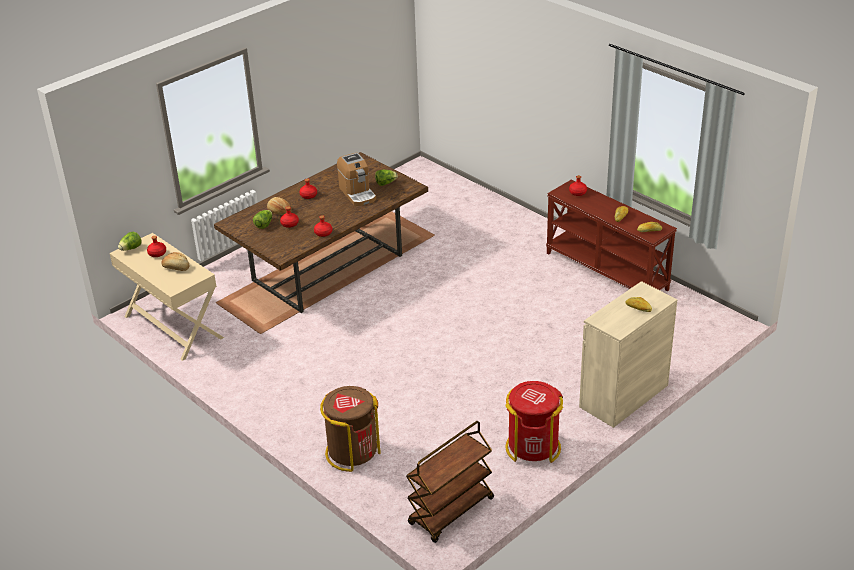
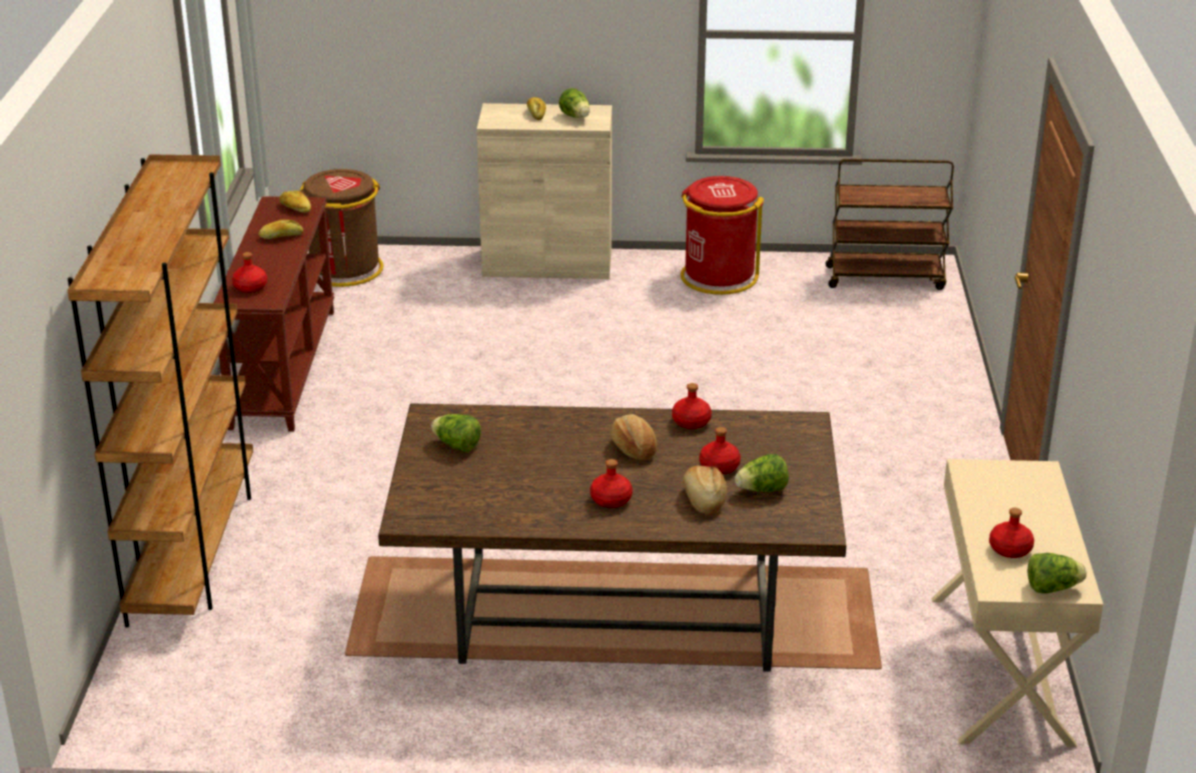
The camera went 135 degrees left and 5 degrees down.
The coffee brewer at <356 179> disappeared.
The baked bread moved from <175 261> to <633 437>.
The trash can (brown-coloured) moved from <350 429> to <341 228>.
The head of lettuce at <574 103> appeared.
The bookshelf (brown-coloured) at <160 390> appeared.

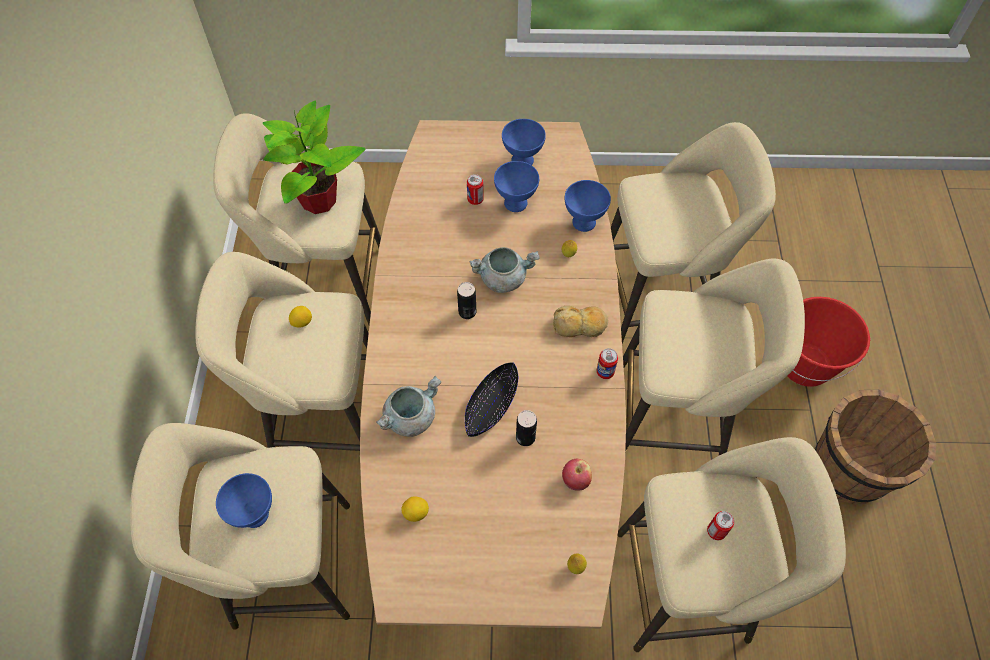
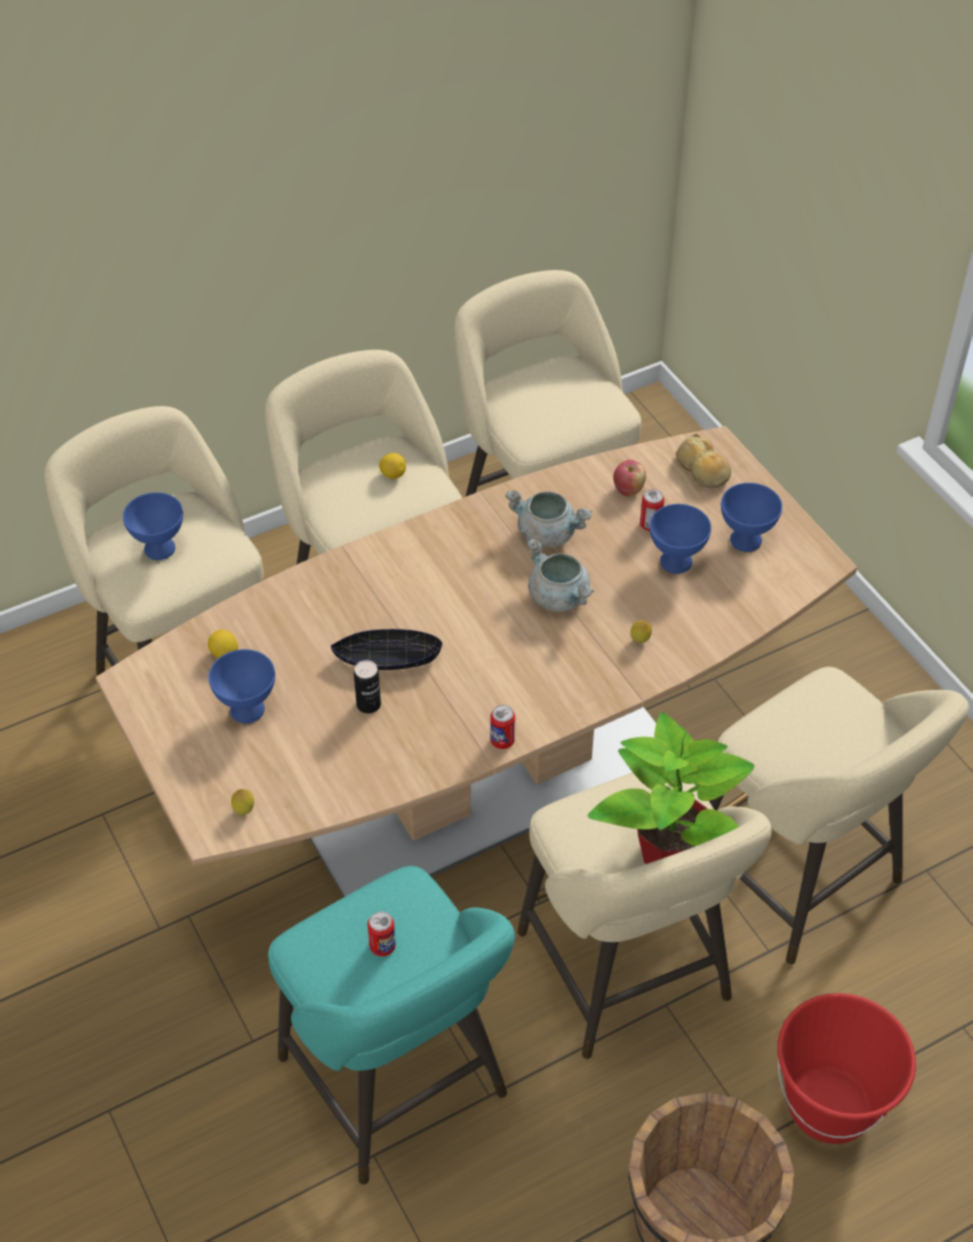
The camera went 60 degrees right and 10 degrees down.
The plant in a pot moved from <314 157> to <671 788>.
The bowl (blue) moved from <587 206> to <241 686>.
The sealed can at <466 300> disappeared.
The baked bread moved from <580 321> to <703 461>.
The stockpot (greyish) moved from <408 406> to <549 519>.
The stool (sand-coloured) at <732 544> became the stool (blue-green) at <391 1025>.
The apple fruit moved from <577 475> to <629 478>.

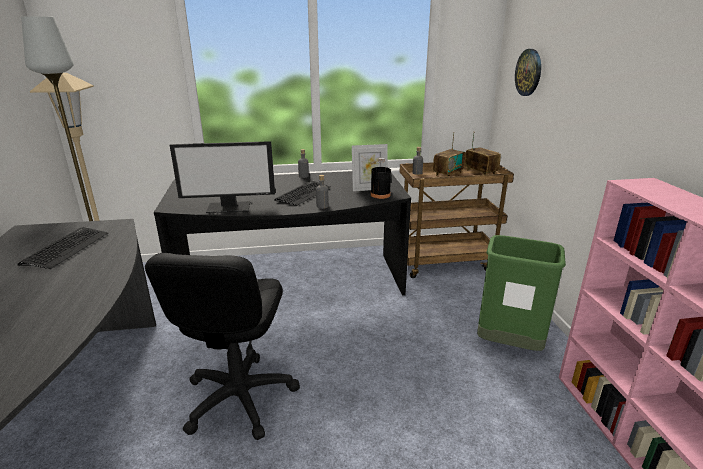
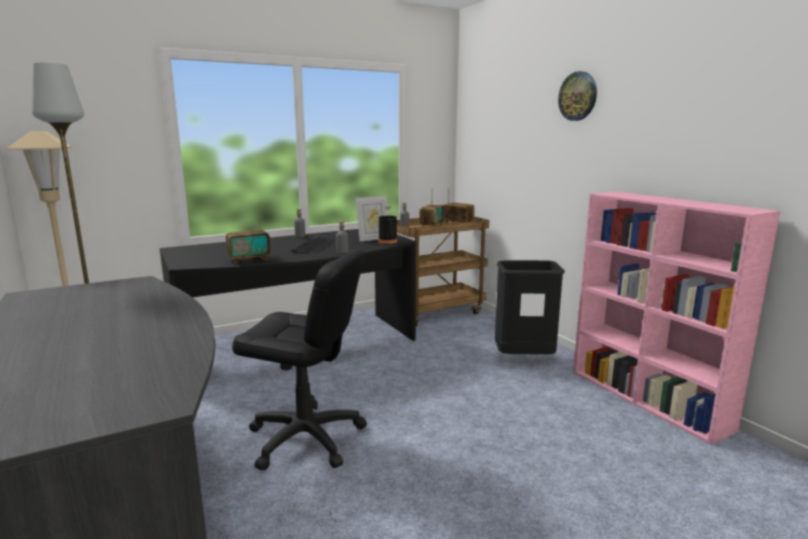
The camera went 20 degrees left and 10 degrees down.
The clock on the wall moved from <528 72> to <577 96>.
The monitor at <222 177> was replaced by the radio at <248 236>.
The PC keyboard at <62 248> disappeared.
The trash can (green-coloured) at <521 293> became the trash can (blackish) at <530 307>.
The computer chair (blackish) at <222 346> turned 60 degrees counterclockwise.

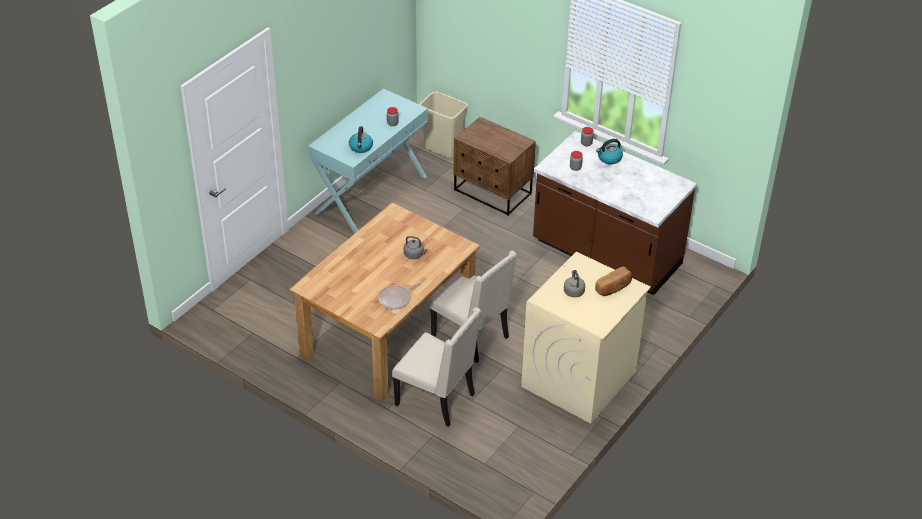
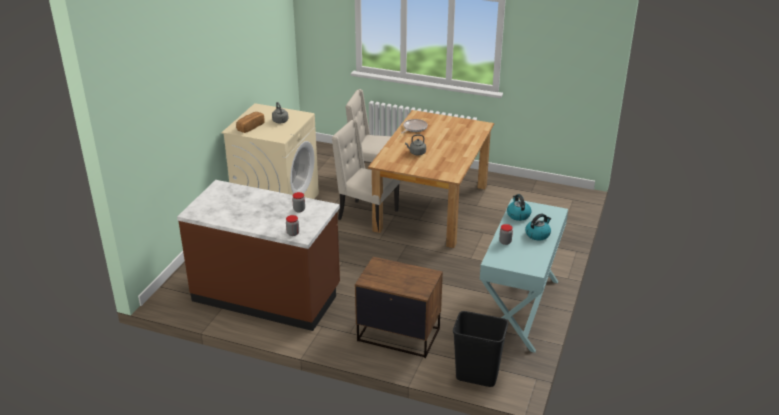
The camera went 165 degrees right and 10 degrees down.
The trash can (sand-coloured) at <444 124> became the trash can (blackish) at <480 349>.
The water kettle moved from <609 152> to <538 226>.

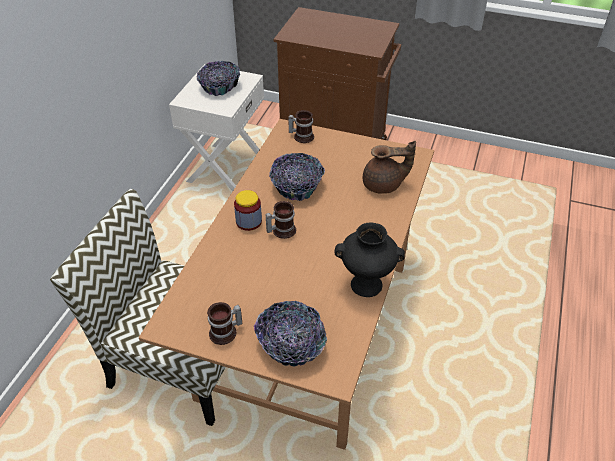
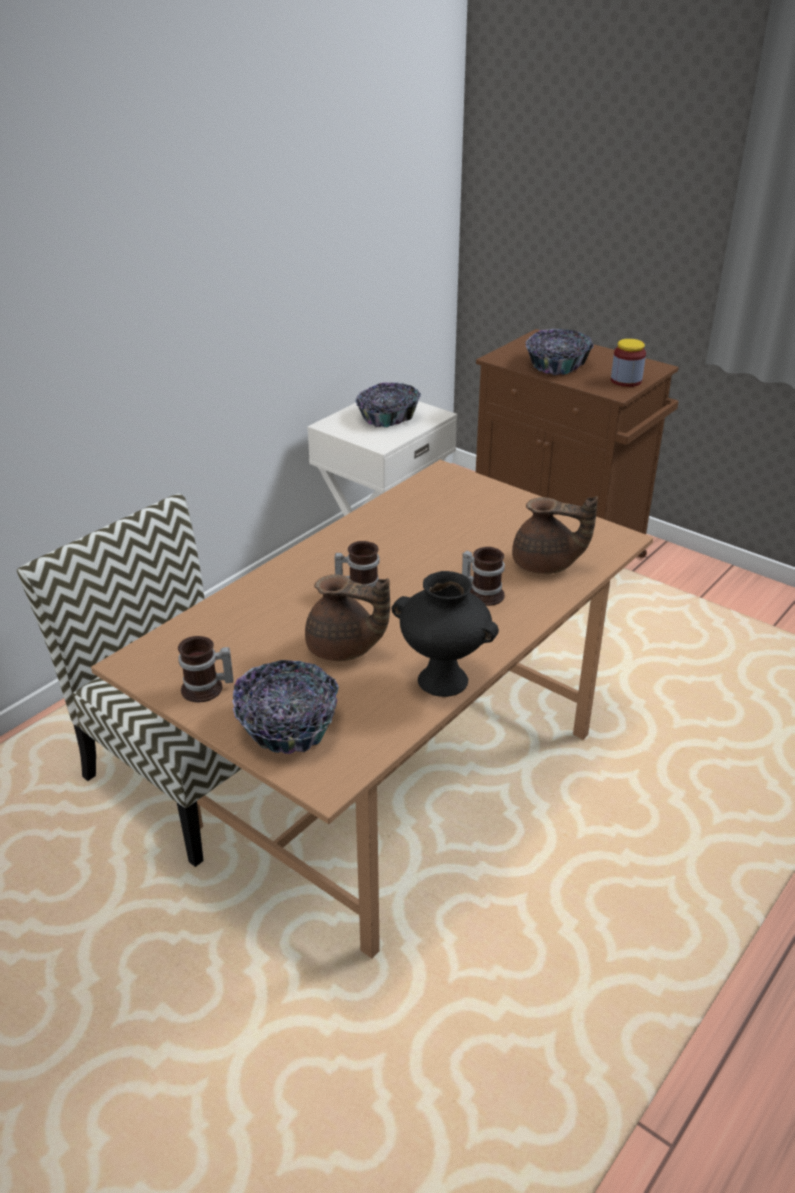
The camera went 20 degrees right and 10 degrees down.
The coffee mug moved from <301 126> to <483 576>.
The bowl moved from <297 177> to <559 352>.
The preserve jar moved from <248 210> to <628 363>.
The tea pot (brown-coloured) at <347 617> appeared.

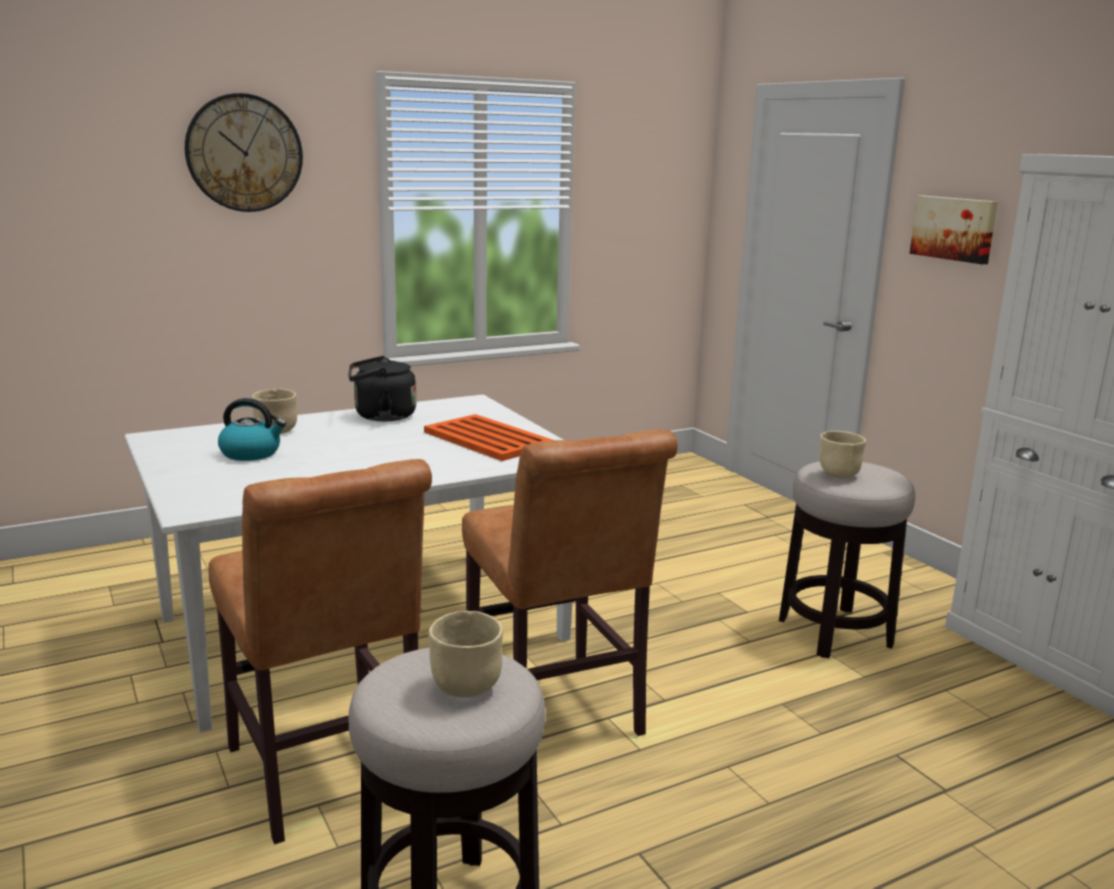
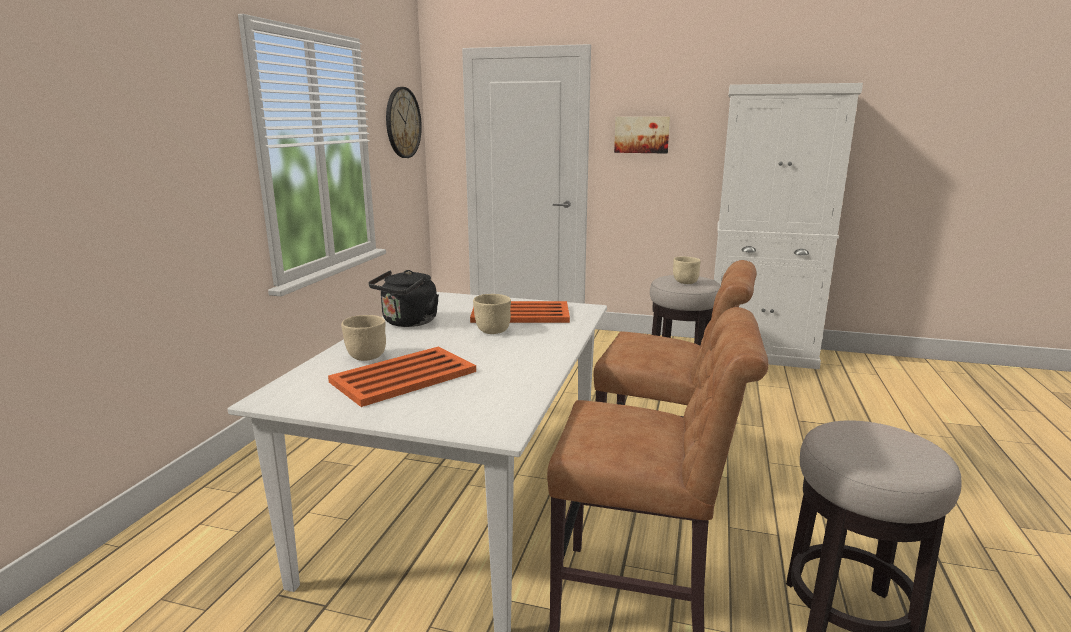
The camera went 45 degrees left and 0 degrees up.
The clock on the wall moved from <244 152> to <404 122>.
The water kettle at <252 429> was replaced by the carrying tray (orangey) at <402 376>.
The bowl (sand-coloured) moved from <466 654> to <492 314>.

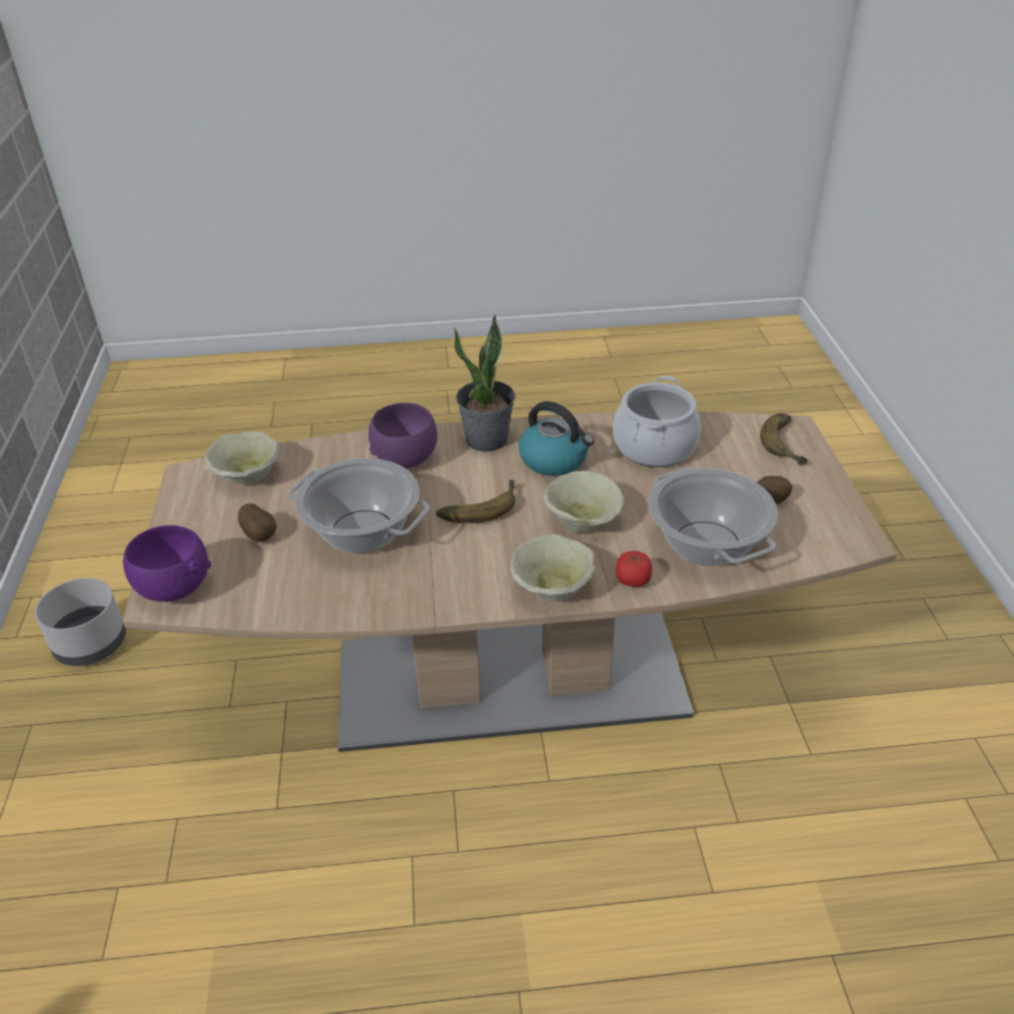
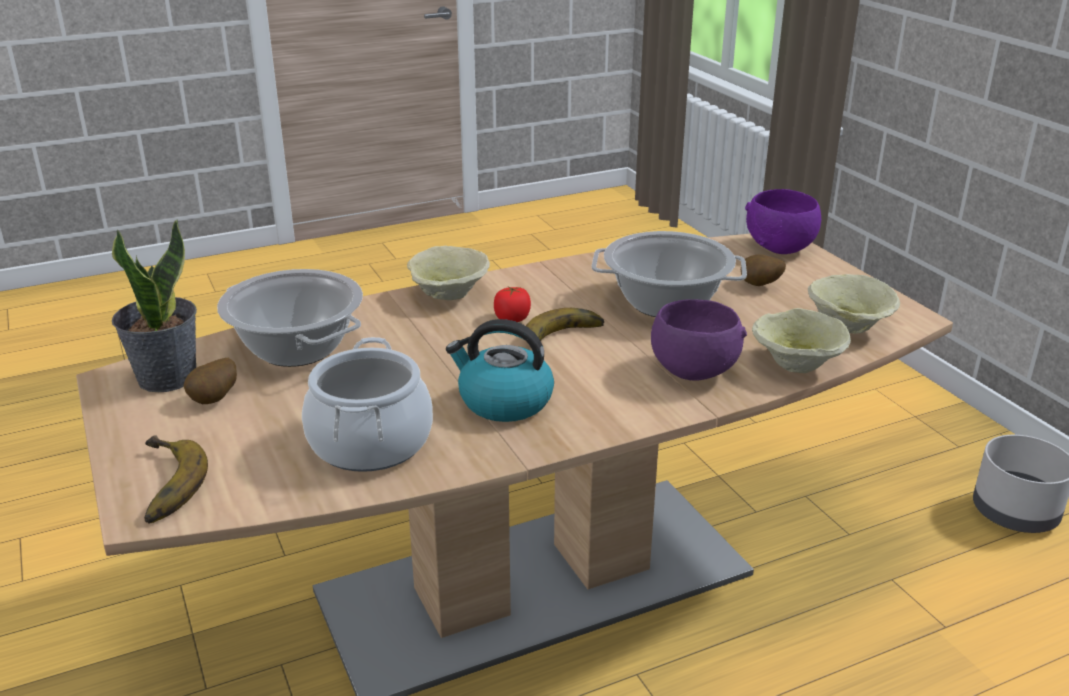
The camera went 160 degrees right and 10 degrees down.
The plant in a pot moved from <484 383> to <154 305>.
The bowl (sand-coloured) moved from <583 502> to <801 340>.
The fresh tomato moved from <634 569> to <512 304>.

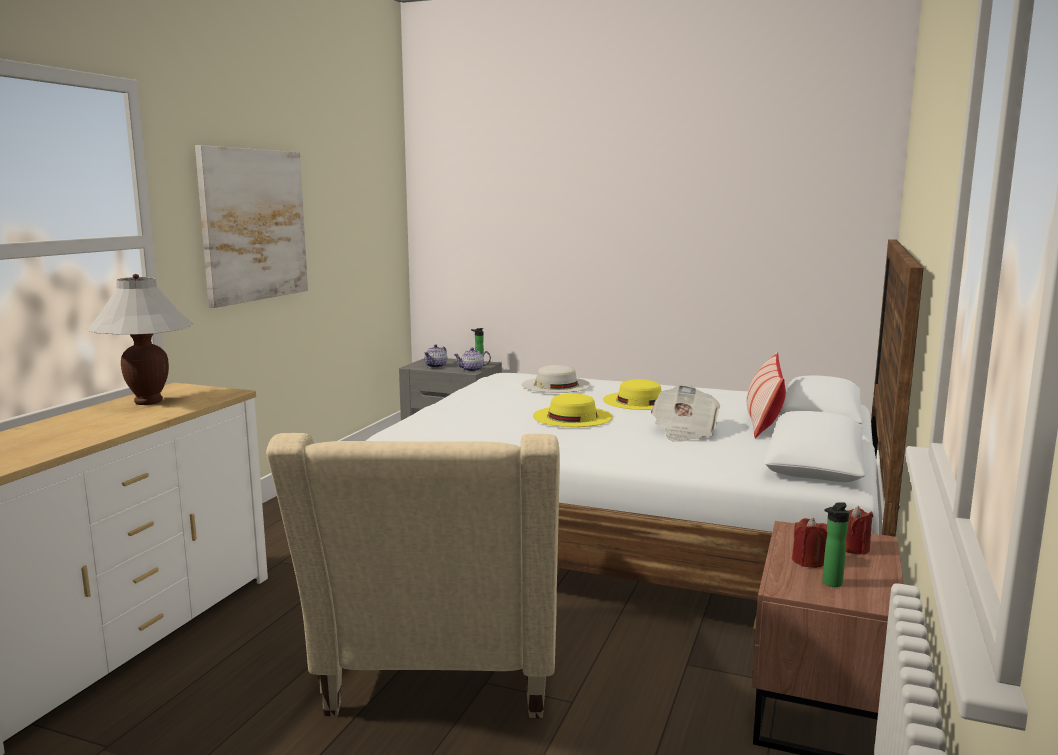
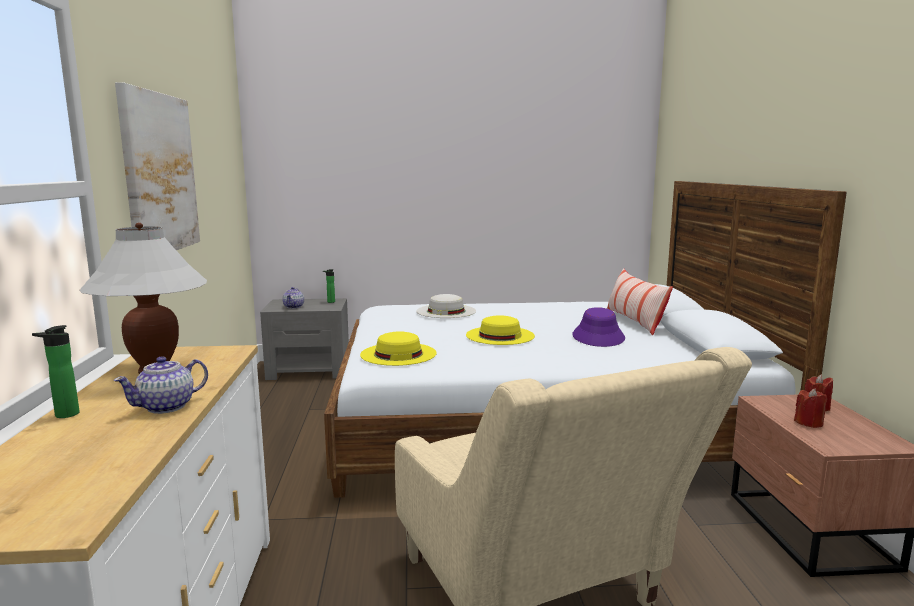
The camera went 25 degrees left and 0 degrees up.
The tea pot moved from <472 360> to <160 385>.
The clothing hat (yellowish) moved from <632 394> to <398 348>.
The newspaper at <685 413> was replaced by the clothing hat (purple-coloured) at <598 327>.
The beverage bottle moved from <835 544> to <55 371>.

